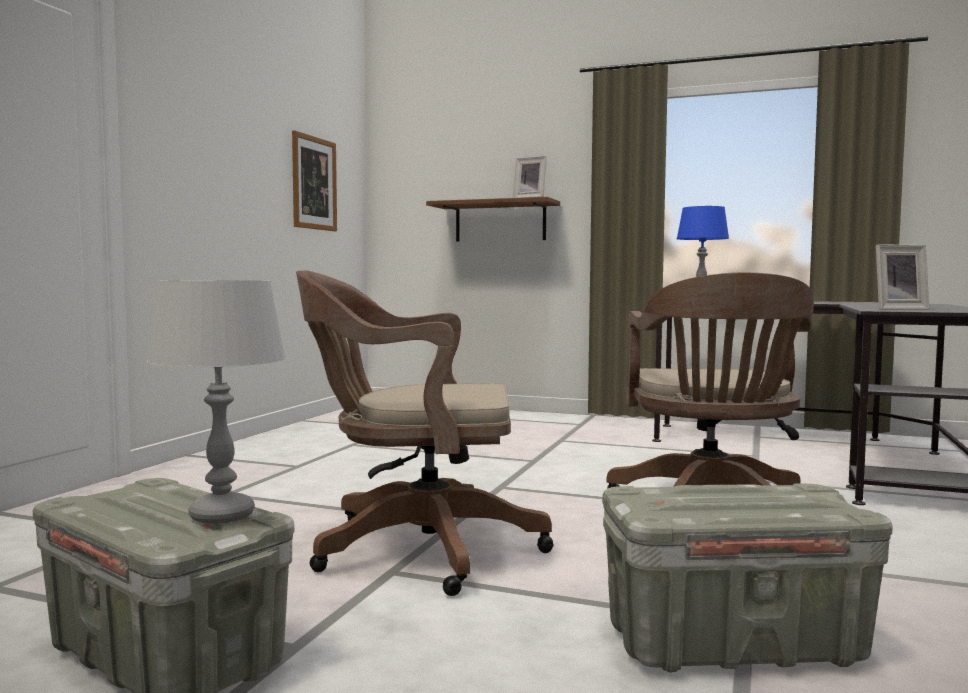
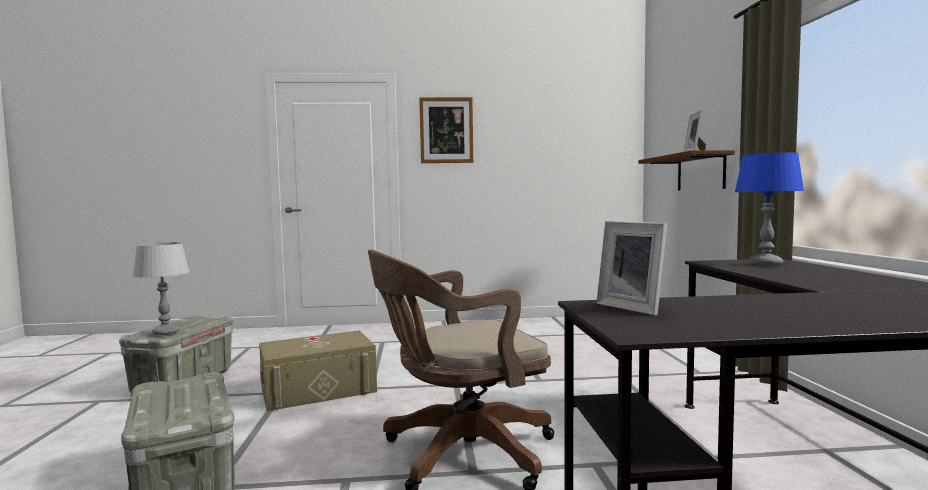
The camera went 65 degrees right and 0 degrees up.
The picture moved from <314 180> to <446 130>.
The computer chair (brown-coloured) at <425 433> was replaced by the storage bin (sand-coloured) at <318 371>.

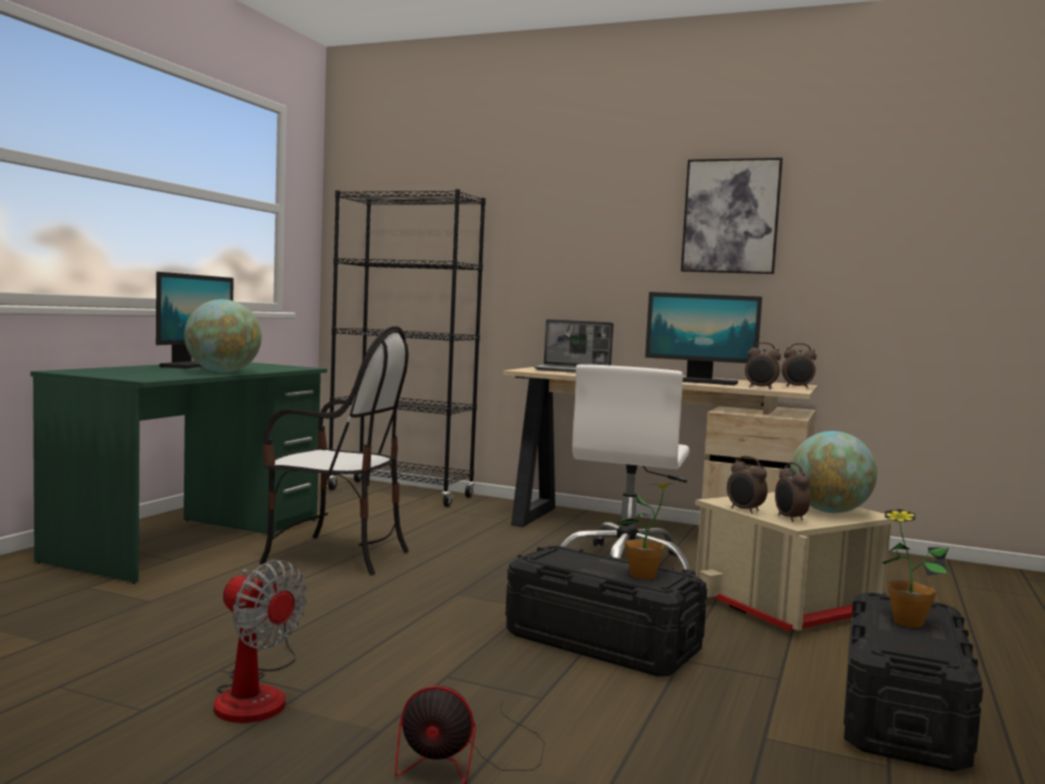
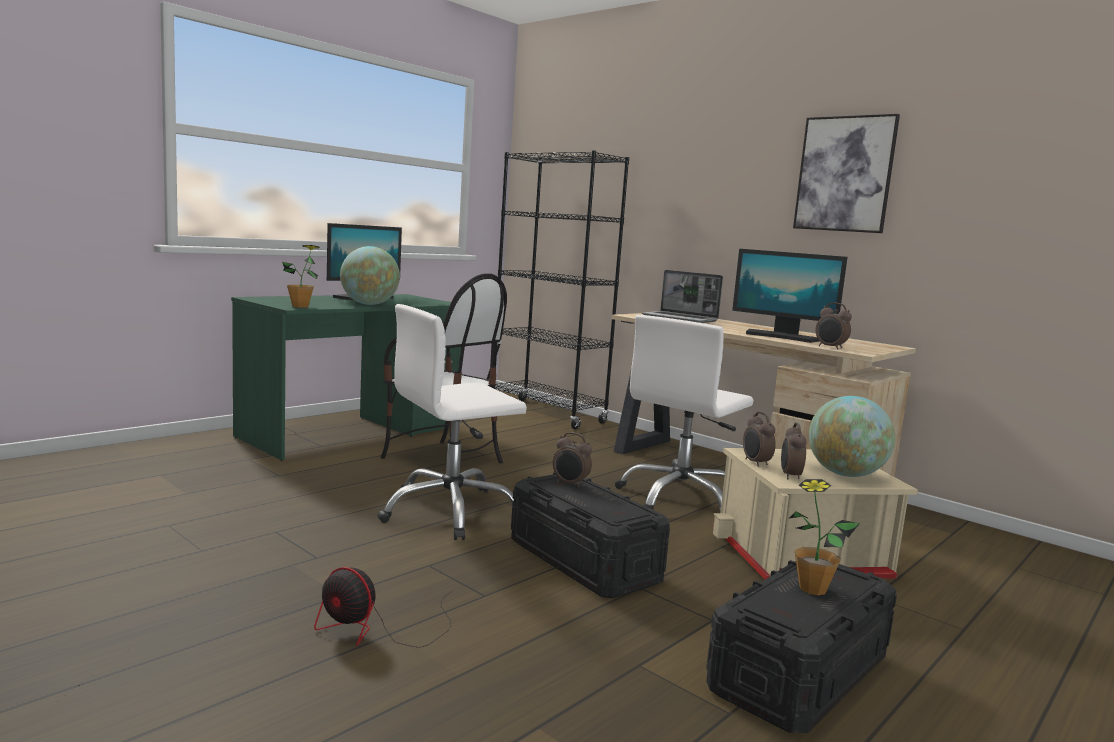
The camera went 20 degrees right and 5 degrees up.
The table clock moved from <799 366> to <572 460>.
The plant in a pot moved from <645 531> to <300 276>.
The fan at <260 641> disappeared.
The computer chair (whitish) at <452 422> appeared.

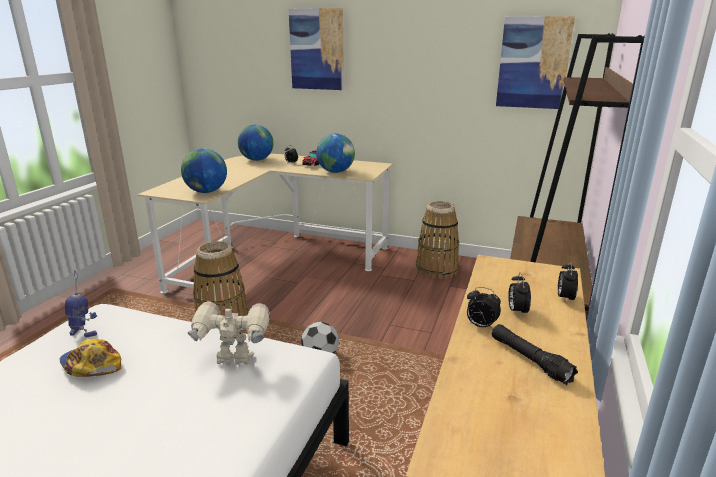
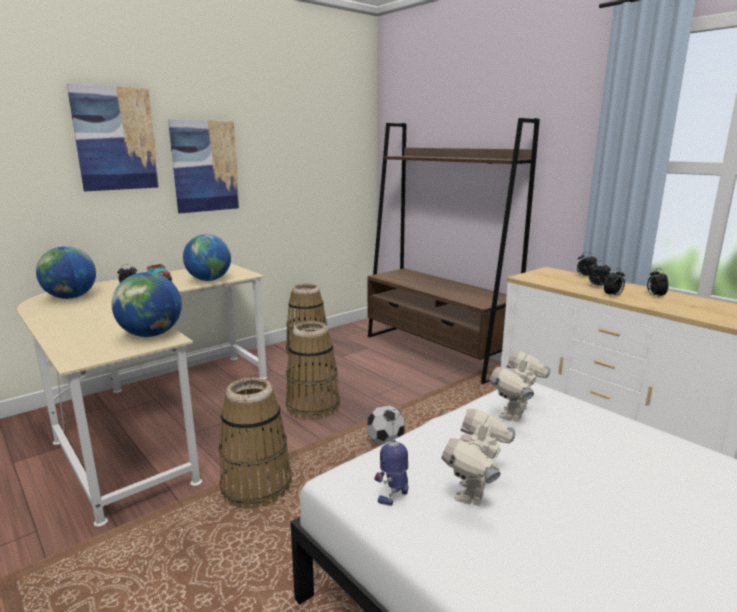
The camera went 60 degrees left and 5 degrees down.
The picture moved from <535 62> to <204 166>.
The hand torch (blackish) at <535 354> was replaced by the table clock at <658 283>.
The baseball cap at <90 357> was replaced by the model robot at <478 457>.
The household basket at <313 370> appeared.

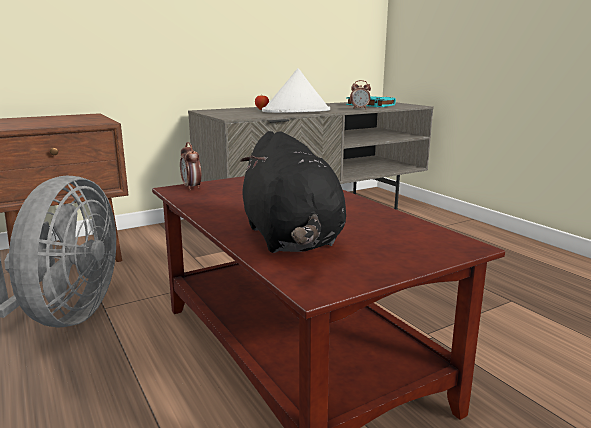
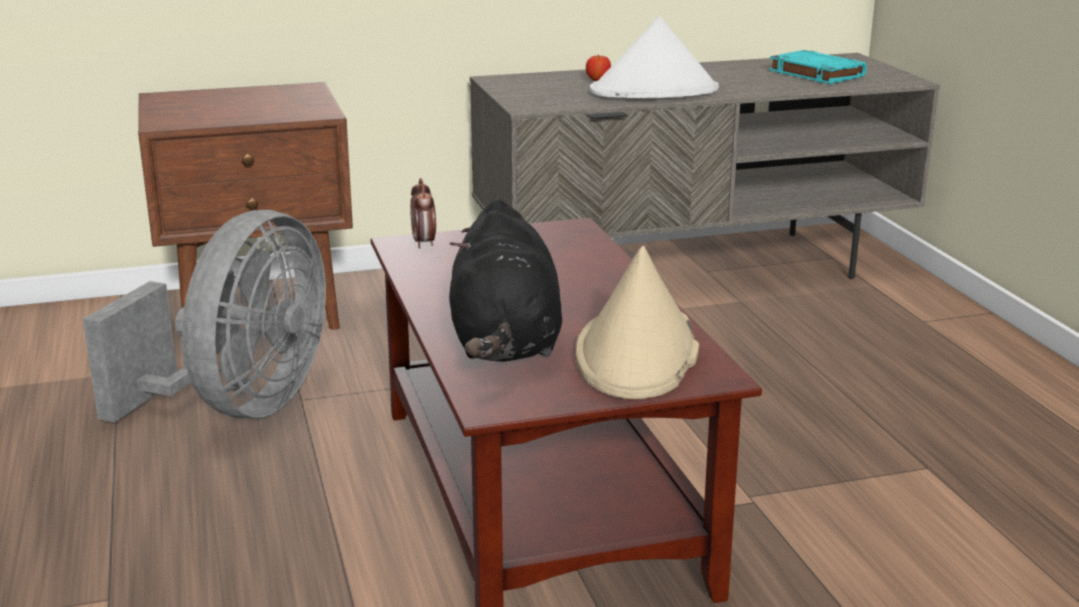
The camera went 15 degrees right and 5 degrees up.
The table clock at <360 94> disappeared.
The clothing hat (sand-coloured) at <637 322> appeared.

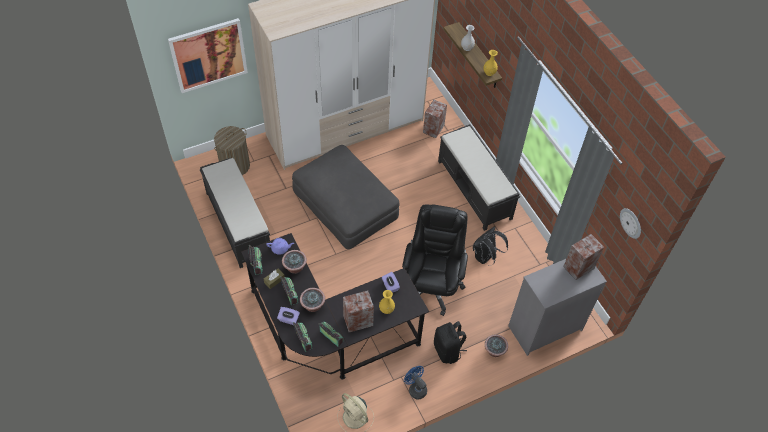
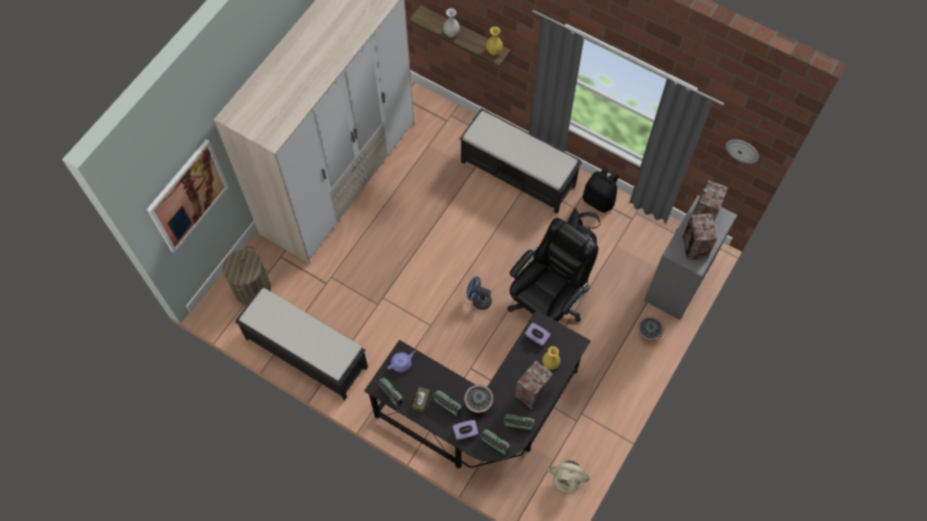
The camera went 30 degrees left and 10 degrees up.
The loudspeaker moved from <435 119> to <699 237>.
The ottoman (greyish) at <346 197> disappeared.
The computer chair (blackish) at <435 260> turned 60 degrees clockwise.
The plant in a pot at <294 262> disappeared.
The knapsack (blackish) moved from <450 342> to <601 189>.
The fan (blue) moved from <415 383> to <479 293>.

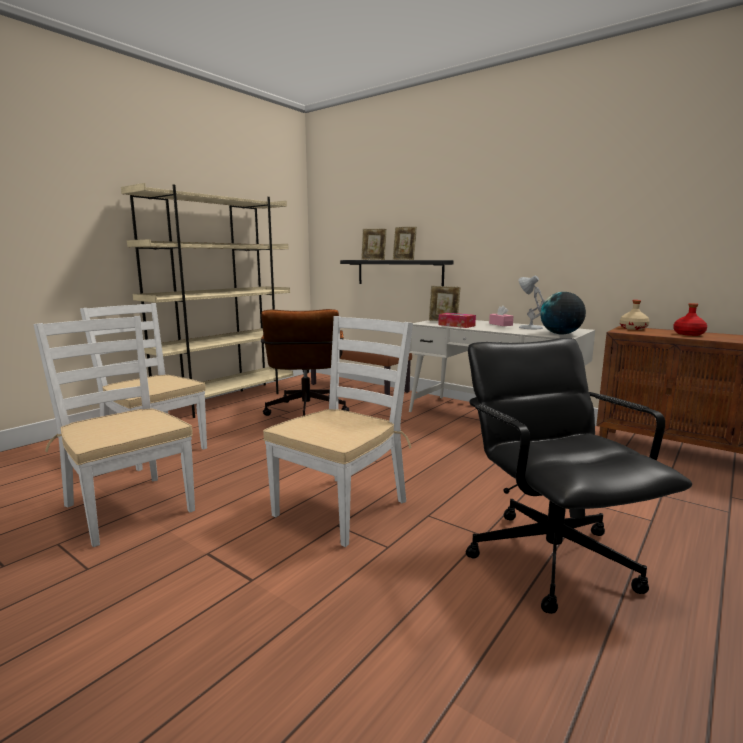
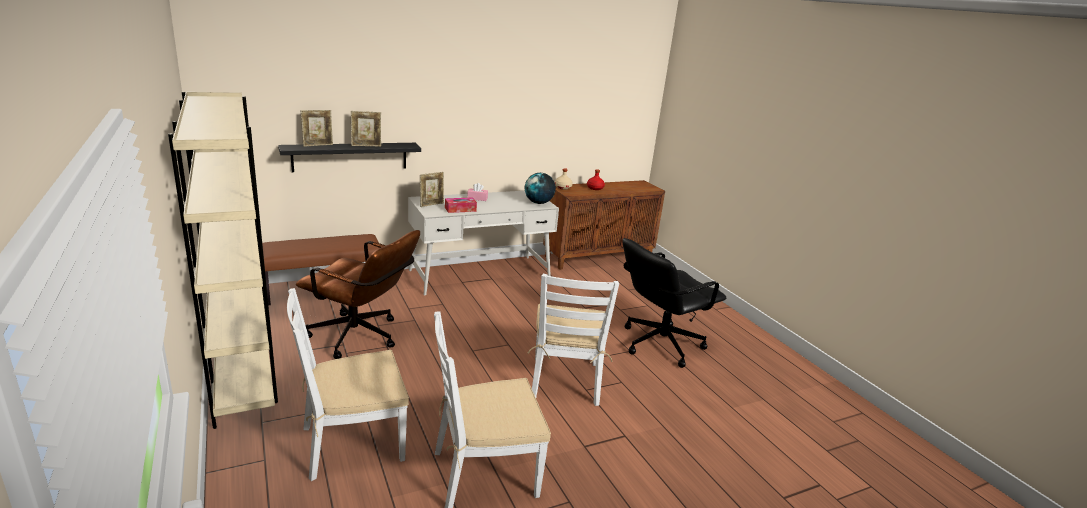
The camera went 65 degrees left and 10 degrees up.
The lamp for a table (whitish) at <532 302> disappeared.
The plain chair (whitish) at <338 431> turned 150 degrees counterclockwise.
The computer chair (blackish) at <579 476> turned 45 degrees counterclockwise.

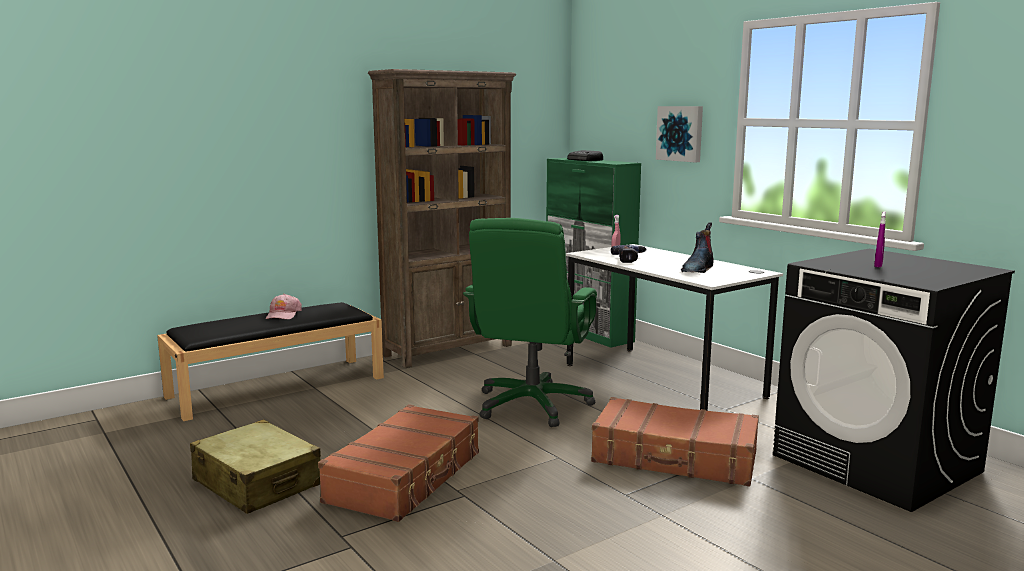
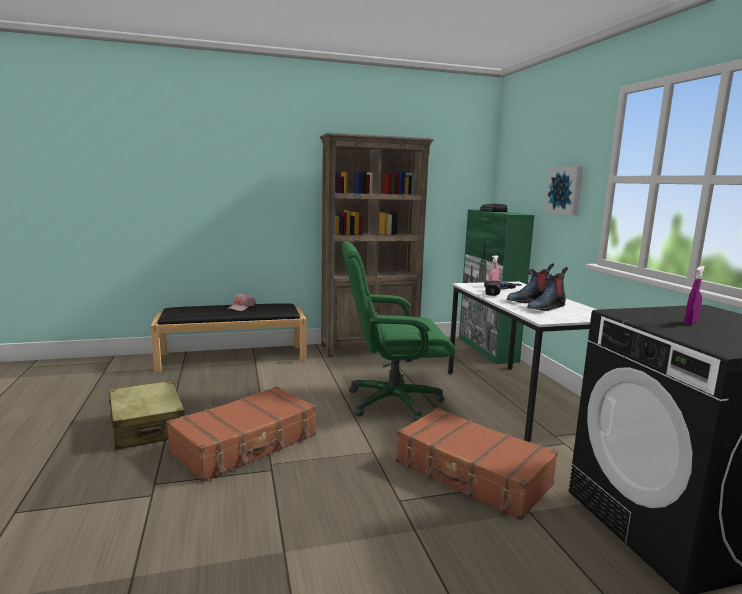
The camera went 20 degrees right and 0 degrees up.
The computer chair (green-coloured) at <530 322> turned 45 degrees clockwise.
The boot at <530 283> appeared.

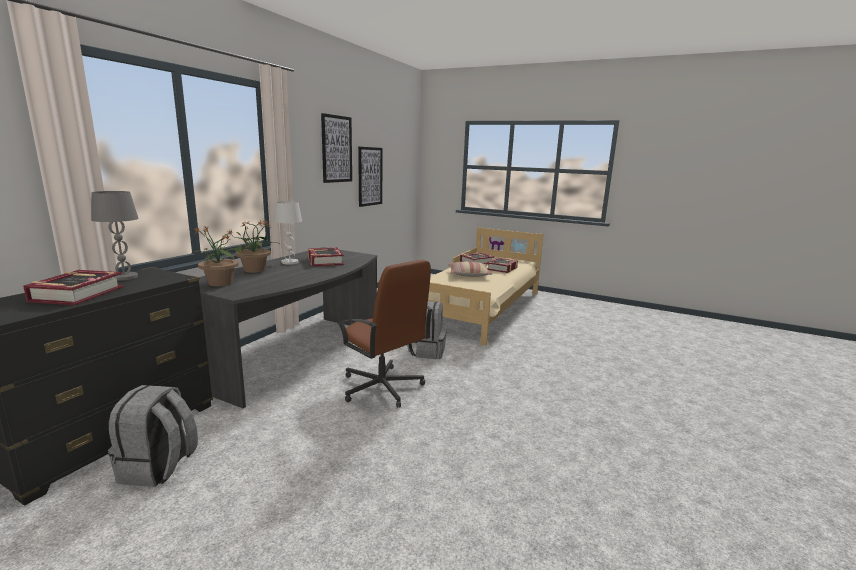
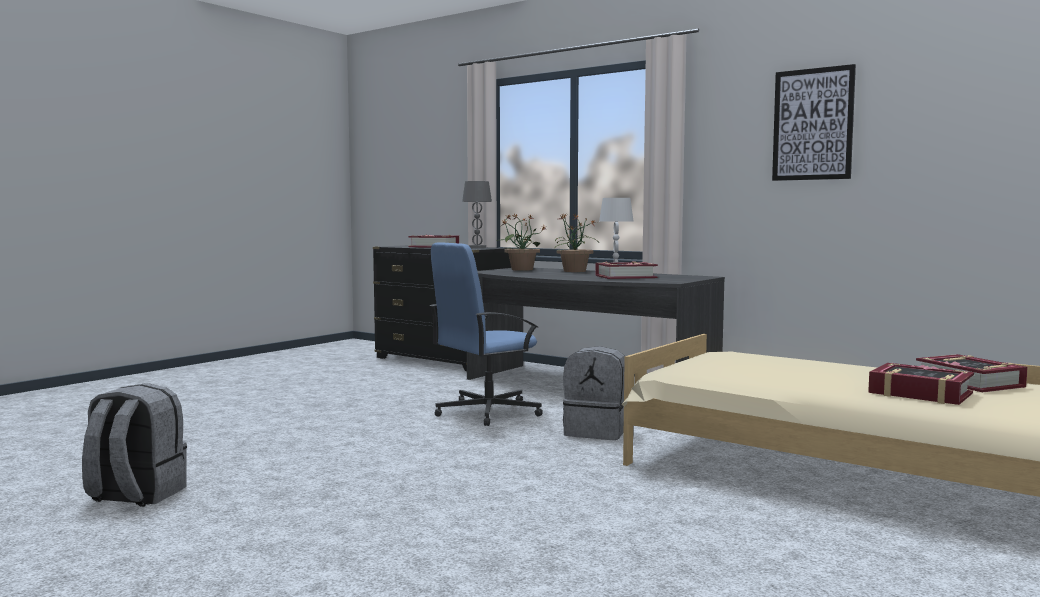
The camera went 100 degrees right and 10 degrees down.
The picture at <370 177> disappeared.
The computer chair (brown-coloured) at <385 334> became the computer chair (blue) at <486 334>.
The pillow at <470 269> disappeared.
The knapsack (greyish) moved from <153 436> to <134 445>.

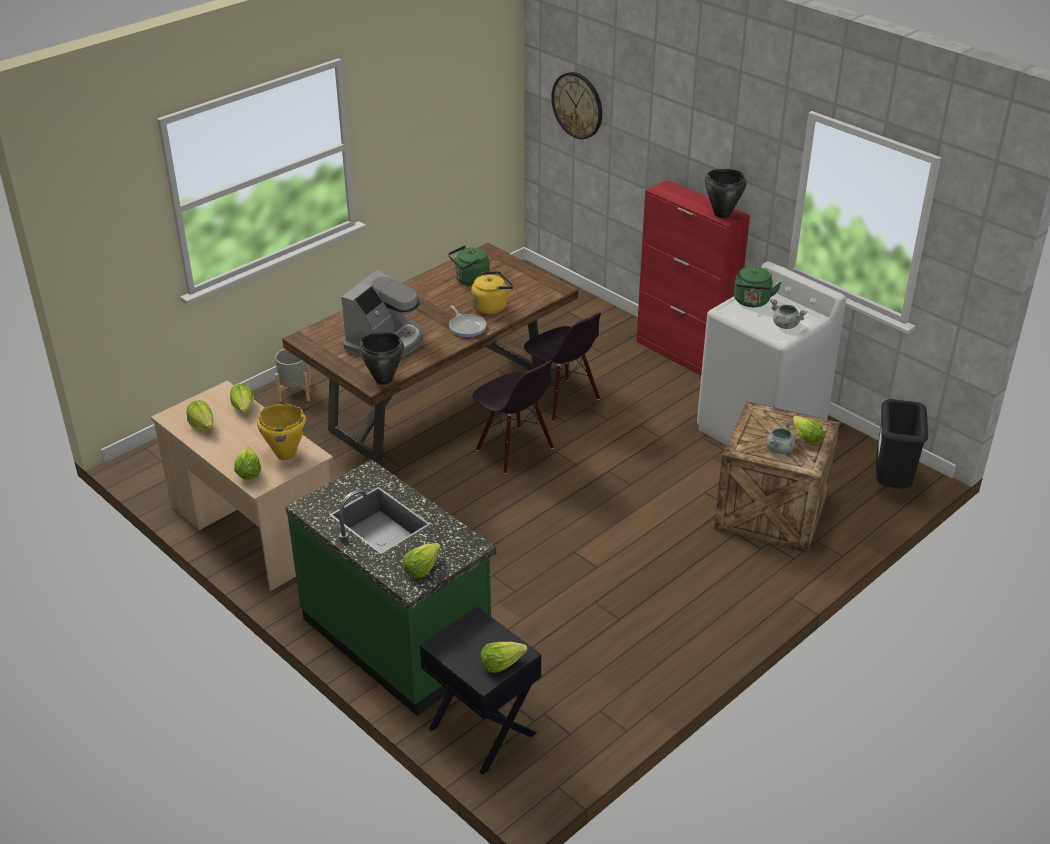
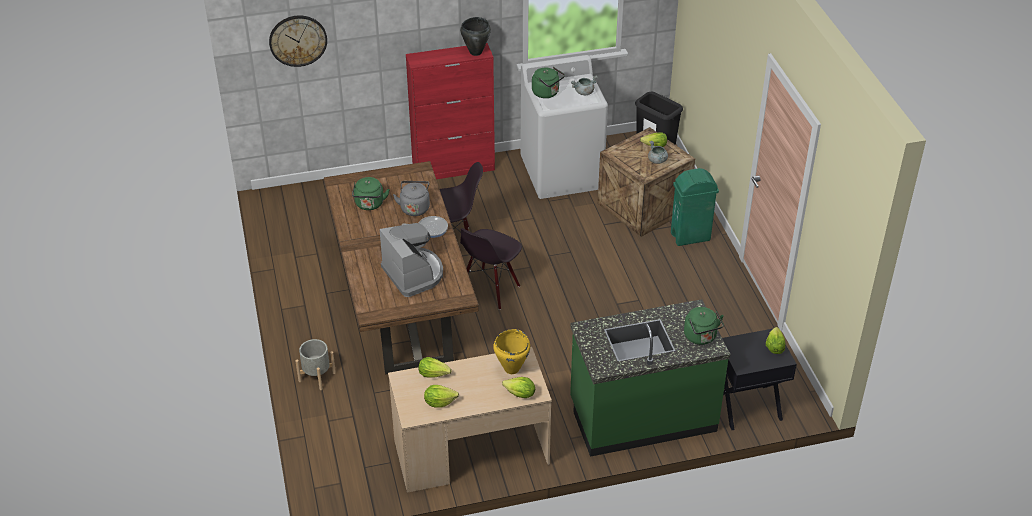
The camera went 60 degrees left and 5 degrees up.
The water kettle (yellowish) at <492 292> became the water kettle (greyish) at <411 198>.
The stockpot (blackish) at <381 358> disappeared.
The plain chair (blackish) at <513 417> turned 135 degrees clockwise.
The head of lettuce at <421 560> was replaced by the water kettle (green-coloured) at <704 326>.
The trash can (green-coloured) at <695 207> appeared.

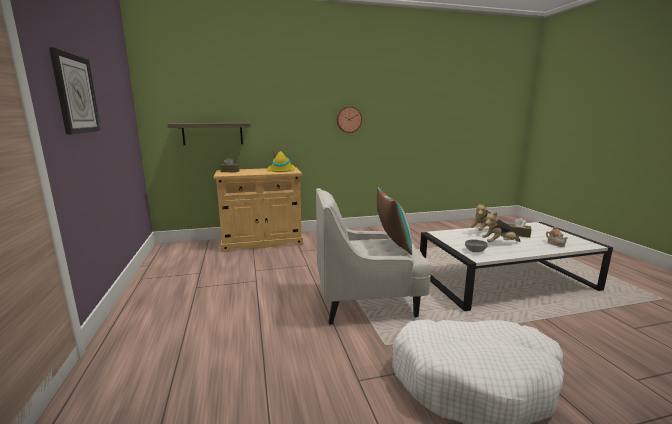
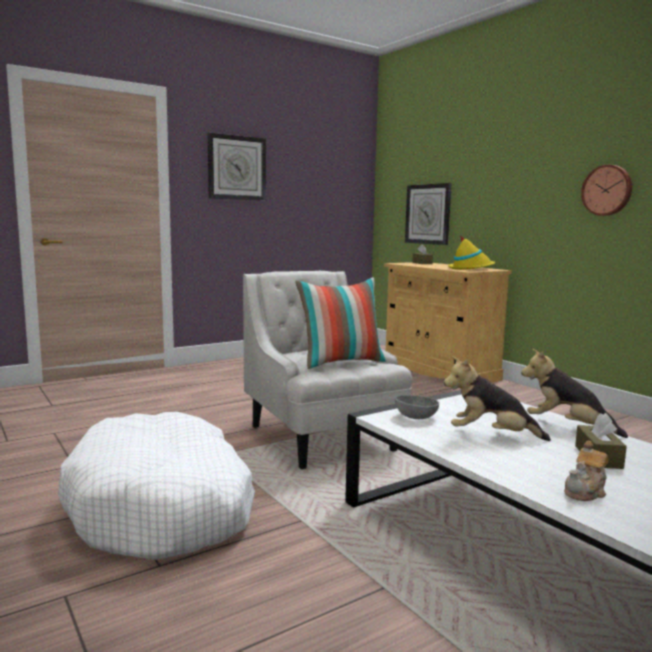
The camera went 70 degrees right and 5 degrees down.
The shelf at <208 134> was replaced by the clock on the wall at <428 214>.
The soft toy at <501 226> turned 45 degrees counterclockwise.

